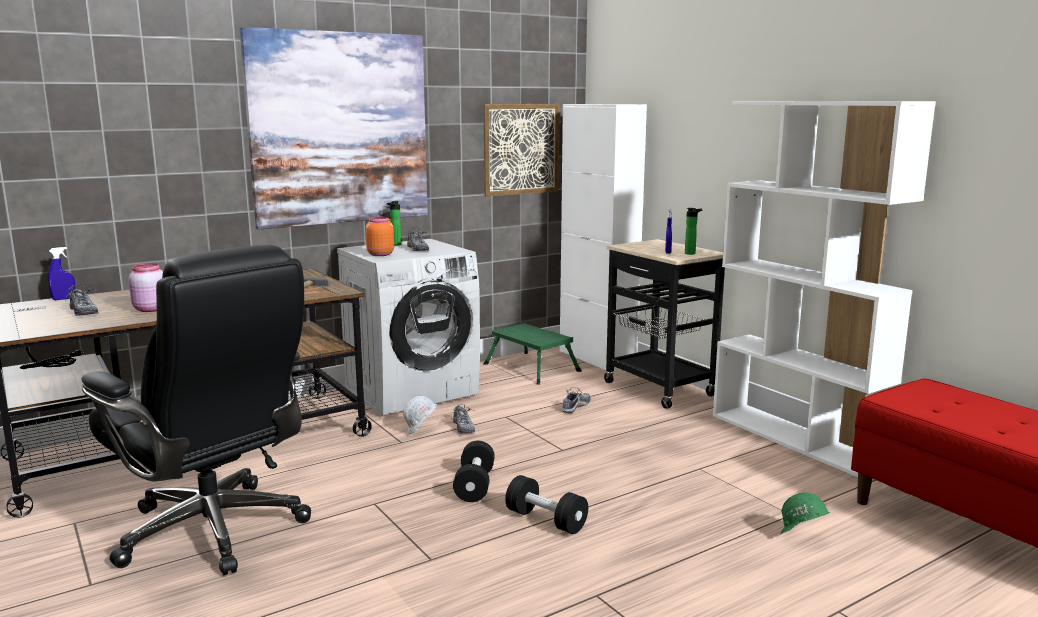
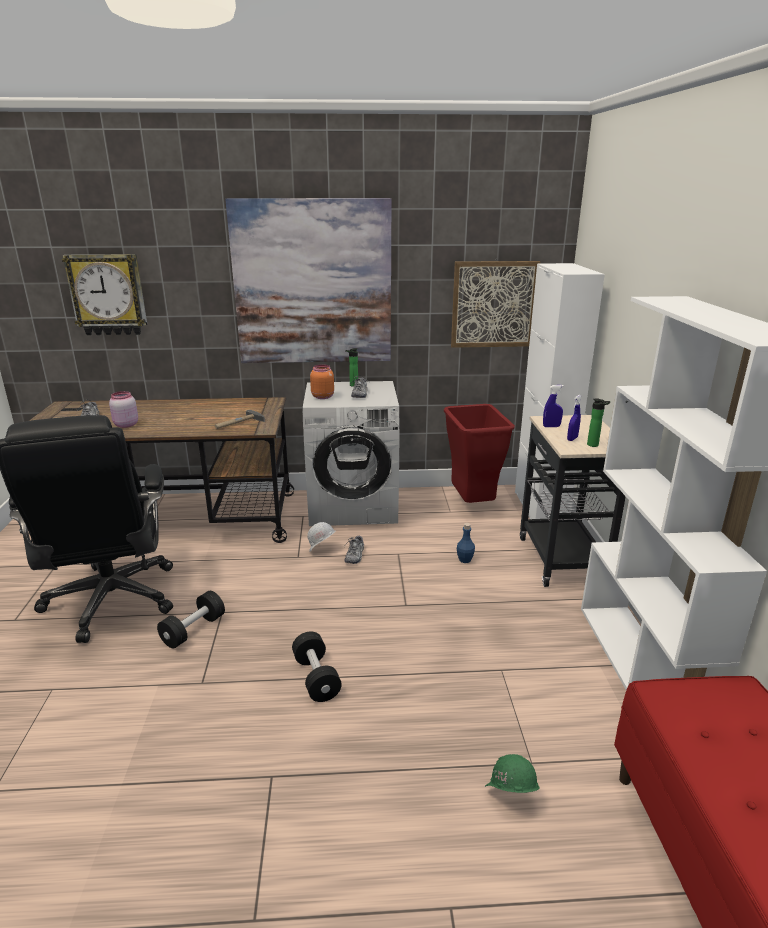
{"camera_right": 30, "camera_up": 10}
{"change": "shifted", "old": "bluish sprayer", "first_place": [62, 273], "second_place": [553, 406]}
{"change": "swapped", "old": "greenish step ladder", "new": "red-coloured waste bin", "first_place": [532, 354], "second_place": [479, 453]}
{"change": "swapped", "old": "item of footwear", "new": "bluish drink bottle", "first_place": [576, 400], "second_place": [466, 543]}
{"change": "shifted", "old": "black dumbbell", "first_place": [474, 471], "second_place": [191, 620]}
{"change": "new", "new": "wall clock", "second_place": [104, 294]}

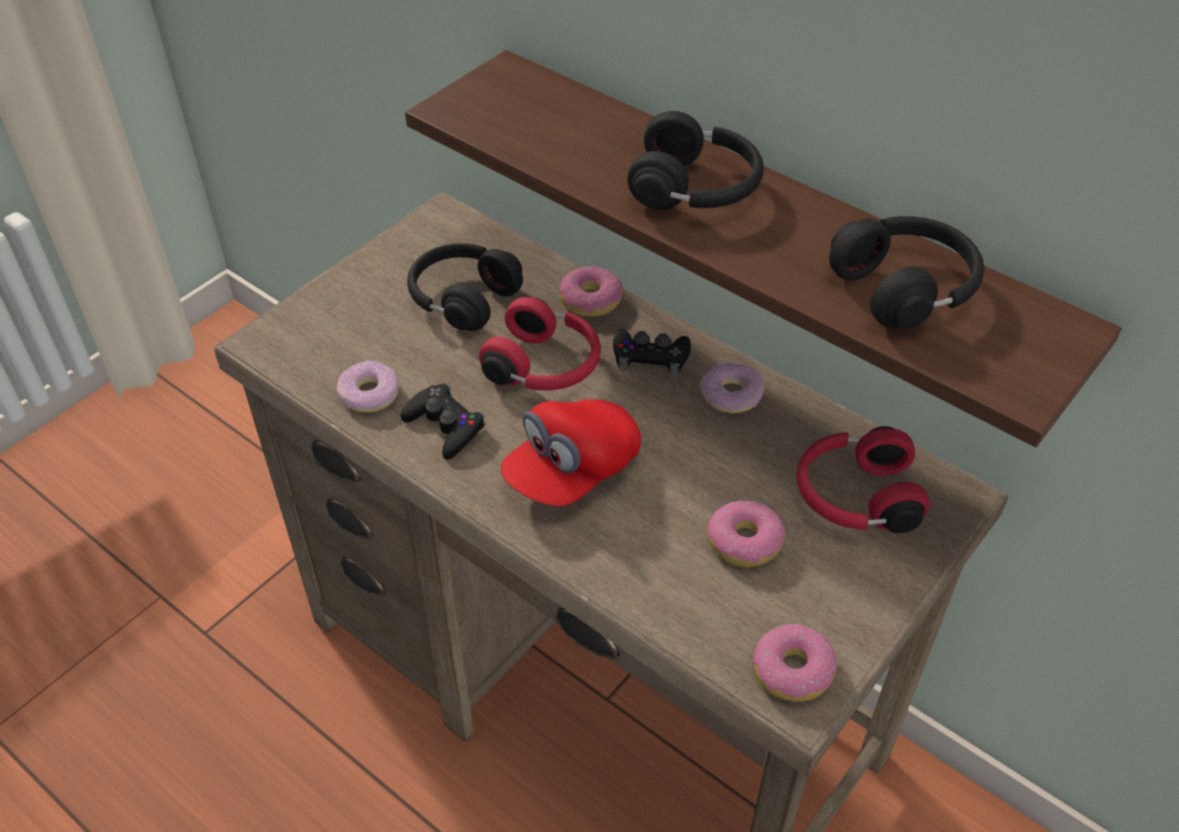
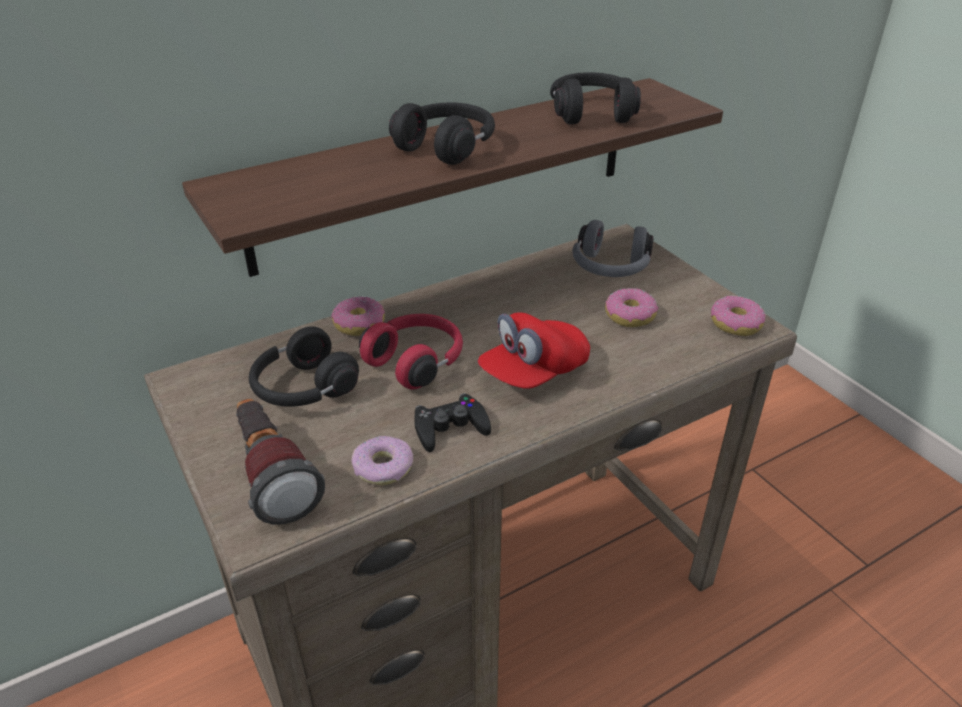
{"camera_right": -70, "camera_up": -10}
{"change": "gone", "old": "black game controller", "first_place": [652, 353]}
{"change": "gone", "old": "doughnut", "first_place": [732, 388]}
{"change": "rotated", "old": "red-coloured baseball cap", "first_place": [571, 452], "second_place": [534, 350], "degrees": 75}
{"change": "repainted", "old": "red-coloured headphones", "new": "greyish headphones", "first_place": [863, 479], "second_place": [613, 248]}
{"change": "new", "new": "hand torch", "second_place": [280, 461]}

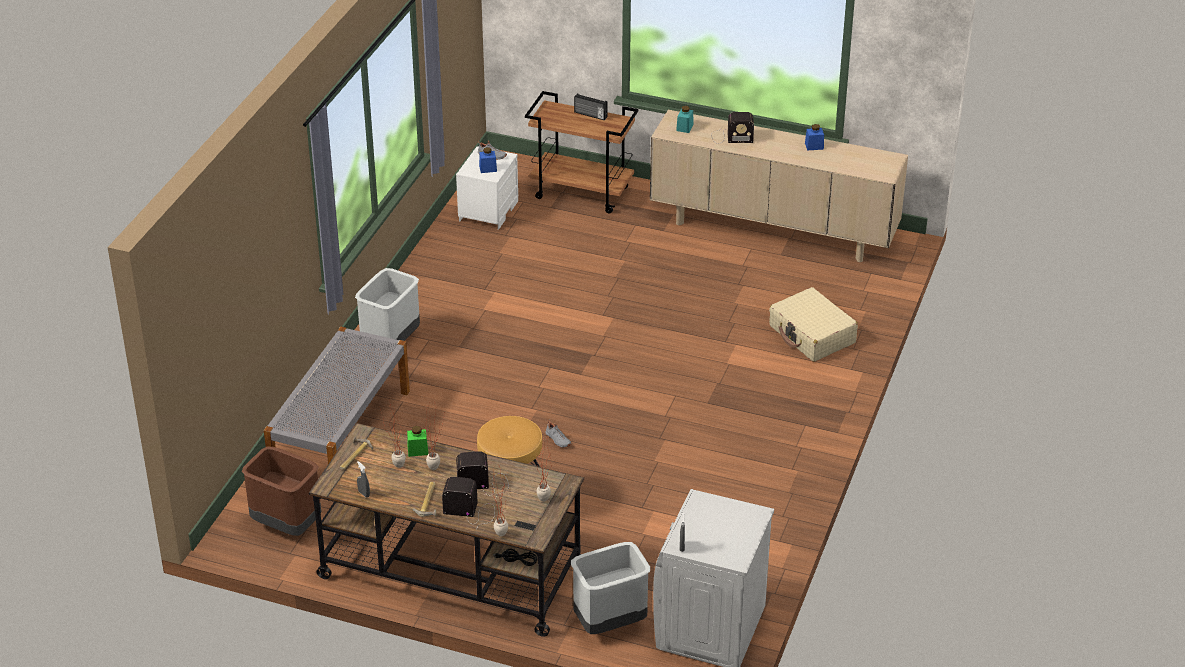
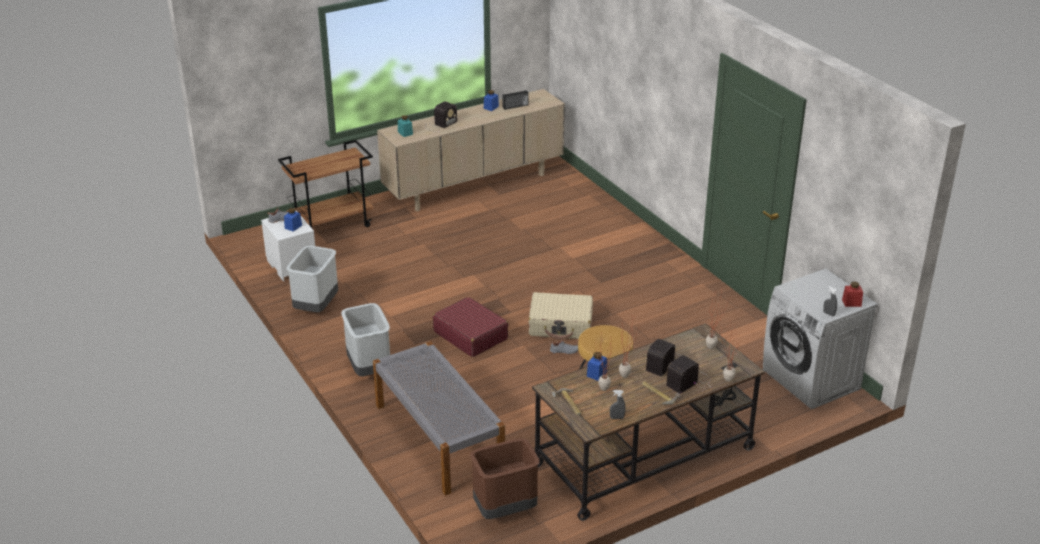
{"camera_right": -50, "camera_up": -5}
{"change": "shifted", "old": "radio", "first_place": [590, 106], "second_place": [515, 100]}
{"change": "shifted", "old": "beige-coloured piece of luggage", "first_place": [813, 324], "second_place": [560, 316]}
{"change": "repainted", "old": "greenish storage jar", "new": "bluish storage jar", "first_place": [417, 441], "second_place": [597, 366]}
{"change": "shifted", "old": "greyish waste bin", "first_place": [610, 588], "second_place": [312, 279]}
{"change": "new", "new": "red-coloured storage jar", "second_place": [852, 294]}
{"change": "new", "new": "red-coloured piece of luggage", "second_place": [471, 327]}

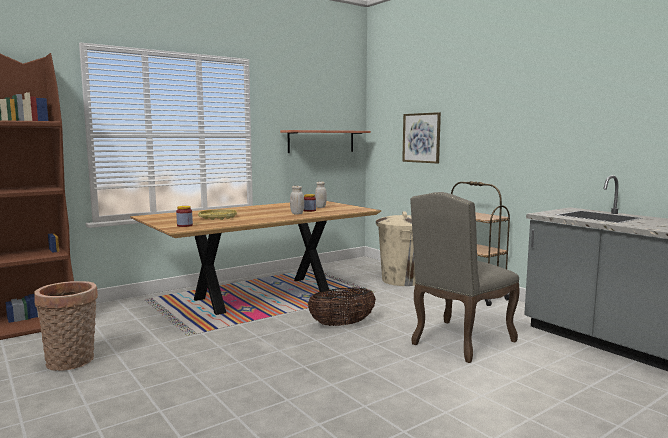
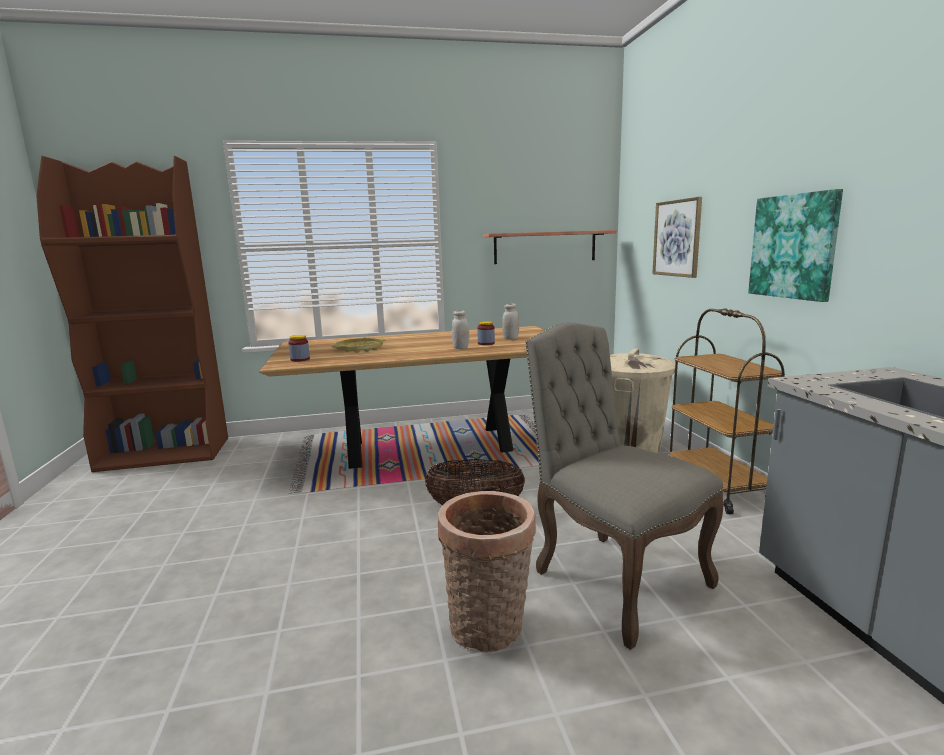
{"camera_right": 25, "camera_up": 5}
{"change": "rotated", "old": "greyish chair", "first_place": [464, 277], "second_place": [624, 486], "degrees": 75}
{"change": "shifted", "old": "basket", "first_place": [66, 326], "second_place": [487, 572]}
{"change": "new", "new": "wall art", "second_place": [795, 245]}

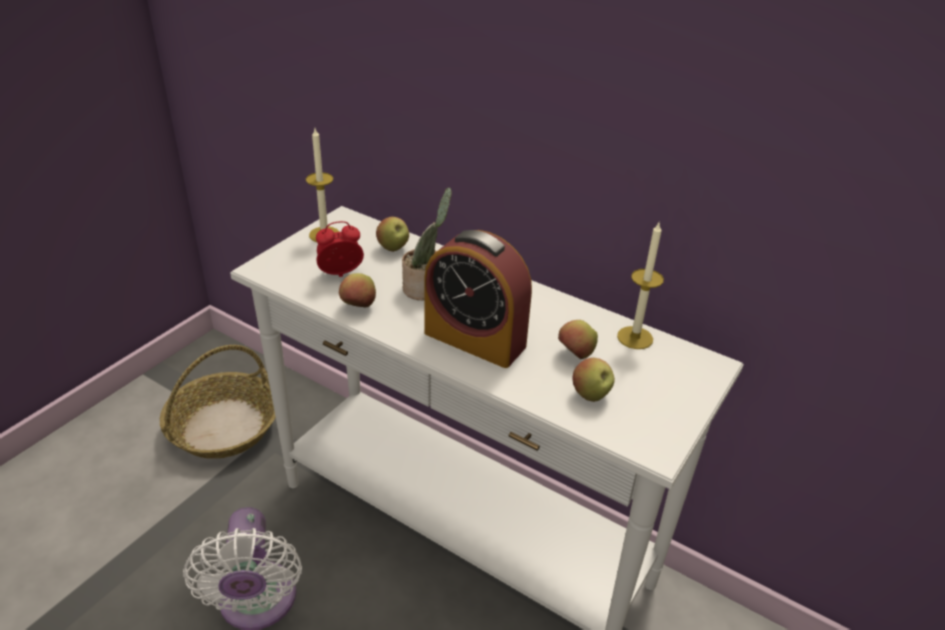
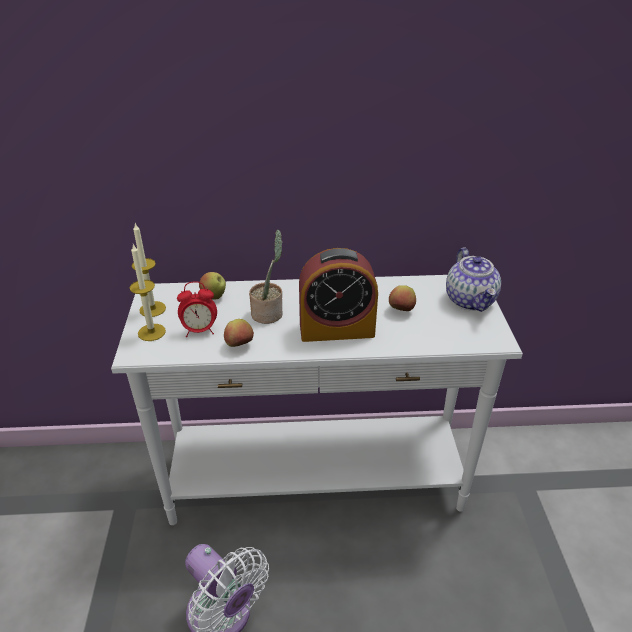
{"camera_right": -35, "camera_up": 0}
{"change": "rotated", "old": "table clock", "first_place": [340, 249], "second_place": [197, 309], "degrees": -135}
{"change": "shifted", "old": "candle", "first_place": [640, 286], "second_place": [148, 292]}
{"change": "gone", "old": "basket", "first_place": [218, 402]}
{"change": "gone", "old": "whole apple", "first_place": [593, 380]}
{"change": "new", "new": "teapot", "second_place": [473, 280]}

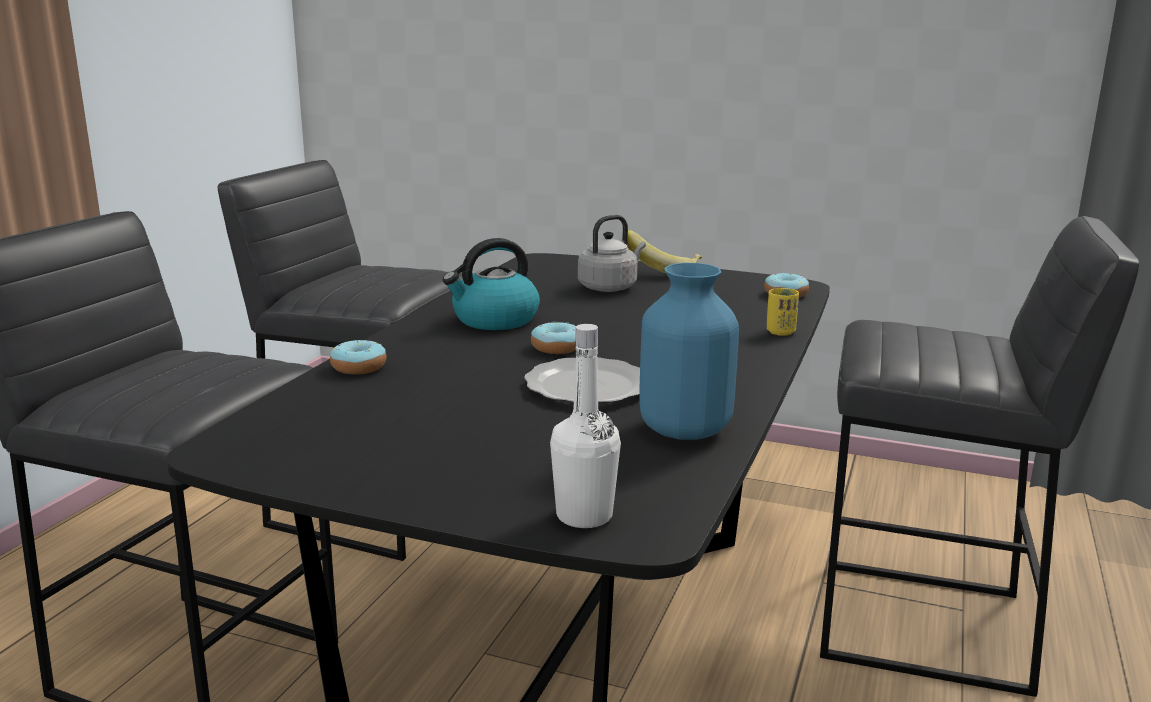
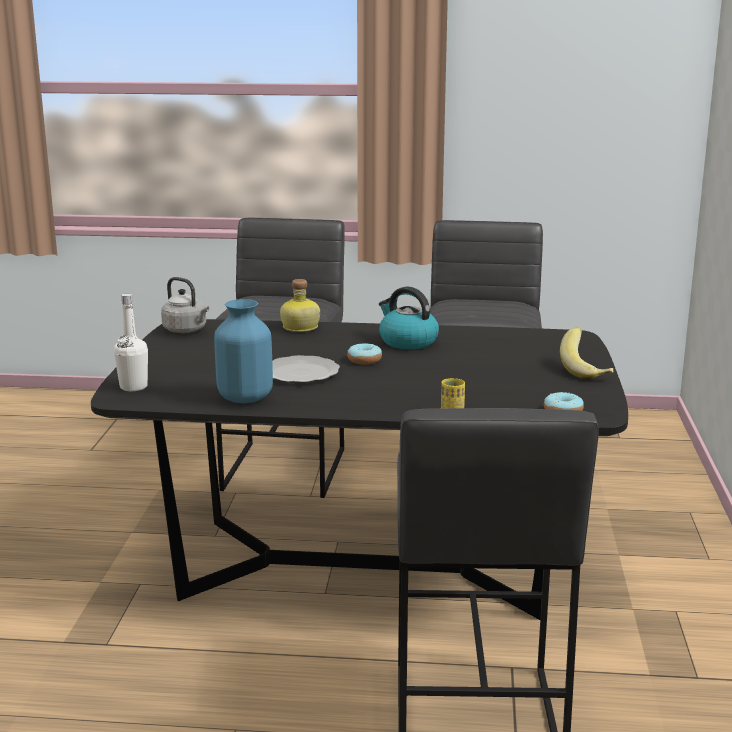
{"camera_right": 75, "camera_up": 0}
{"change": "shifted", "old": "greyish tea kettle", "first_place": [612, 253], "second_place": [185, 305]}
{"change": "swapped", "old": "doughnut", "new": "drink bottle", "first_place": [358, 357], "second_place": [300, 305]}

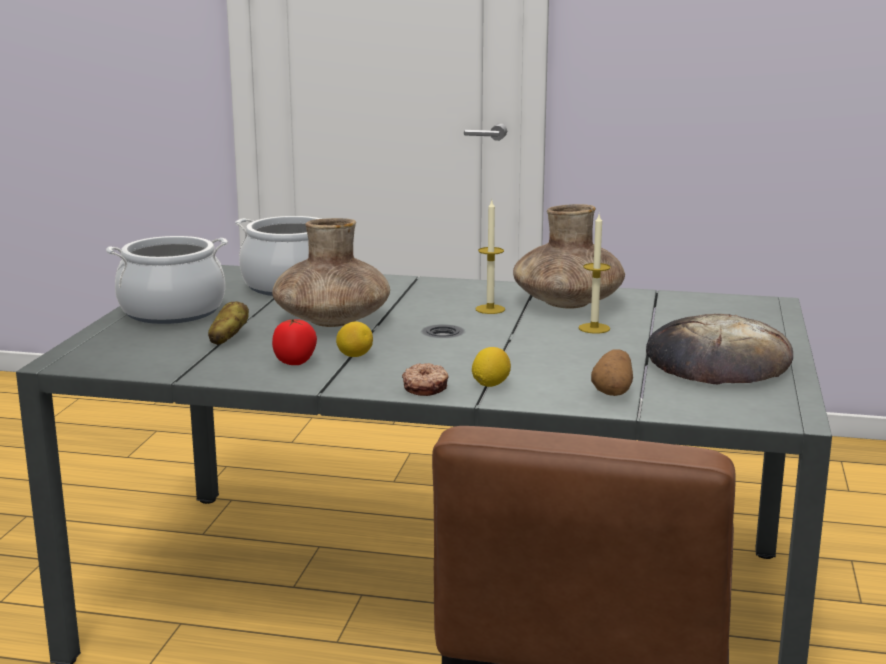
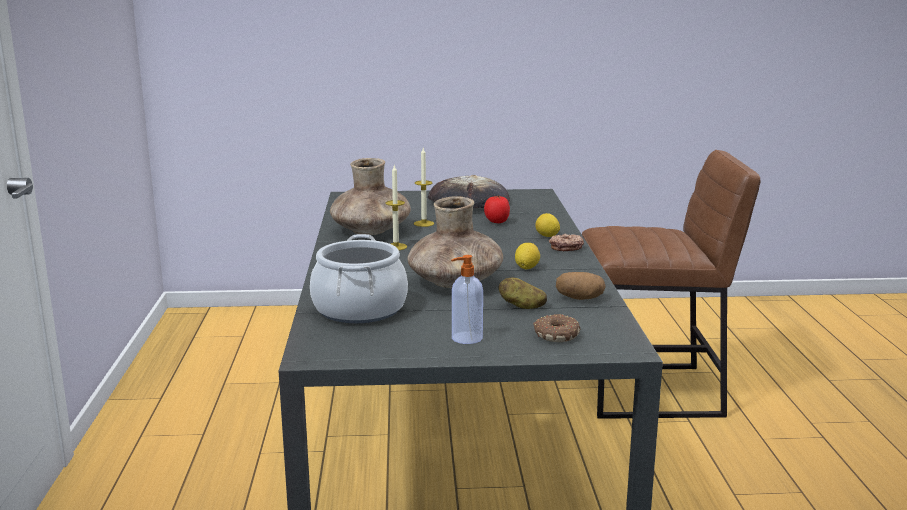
{"camera_right": -105, "camera_up": 0}
{"change": "swapped", "old": "cooking pot", "new": "soap bottle", "first_place": [167, 280], "second_place": [467, 299]}
{"change": "shifted", "old": "whole tomato", "first_place": [294, 342], "second_place": [497, 209]}
{"change": "shifted", "old": "potato", "first_place": [612, 372], "second_place": [581, 286]}
{"change": "new", "new": "doughnut", "second_place": [557, 328]}

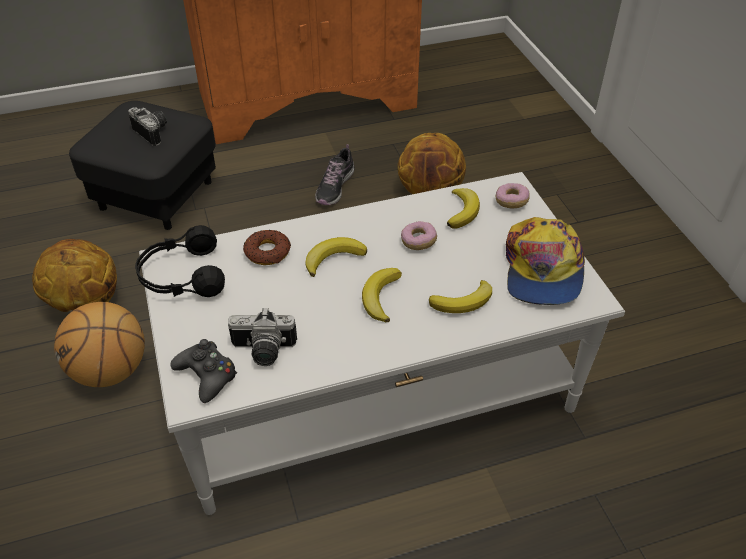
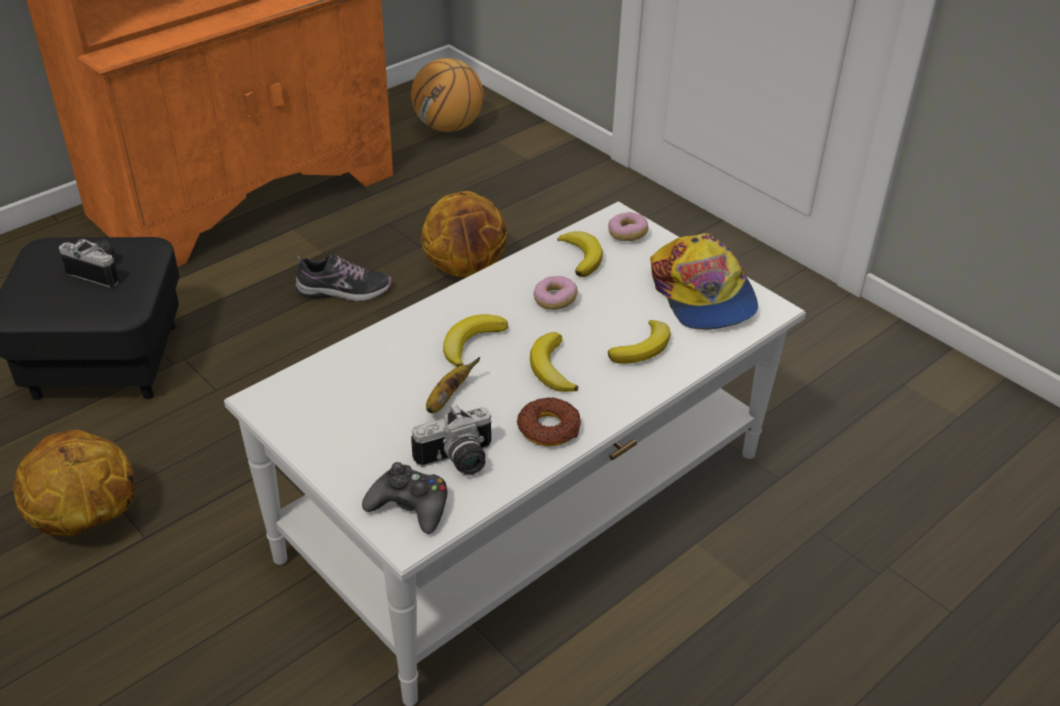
{"camera_right": -25, "camera_up": -5}
{"change": "rotated", "old": "item of footwear", "first_place": [335, 174], "second_place": [344, 277], "degrees": -90}
{"change": "gone", "old": "black headphones", "first_place": [180, 261]}
{"change": "shifted", "old": "doughnut", "first_place": [267, 247], "second_place": [549, 422]}
{"change": "shifted", "old": "basketball ball", "first_place": [99, 344], "second_place": [447, 95]}
{"change": "new", "new": "whole banana", "second_place": [453, 385]}

